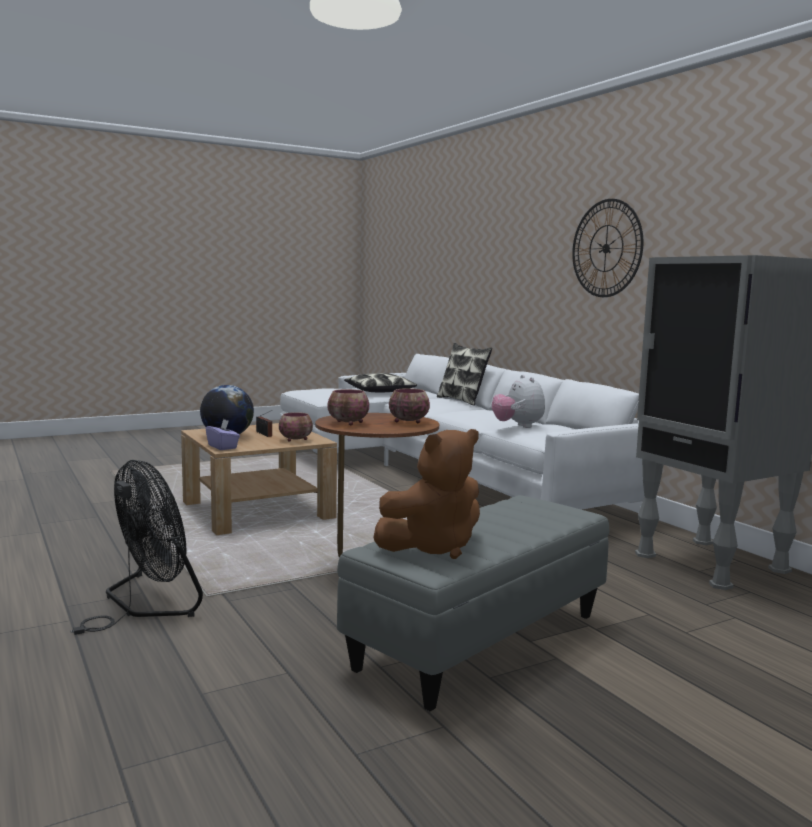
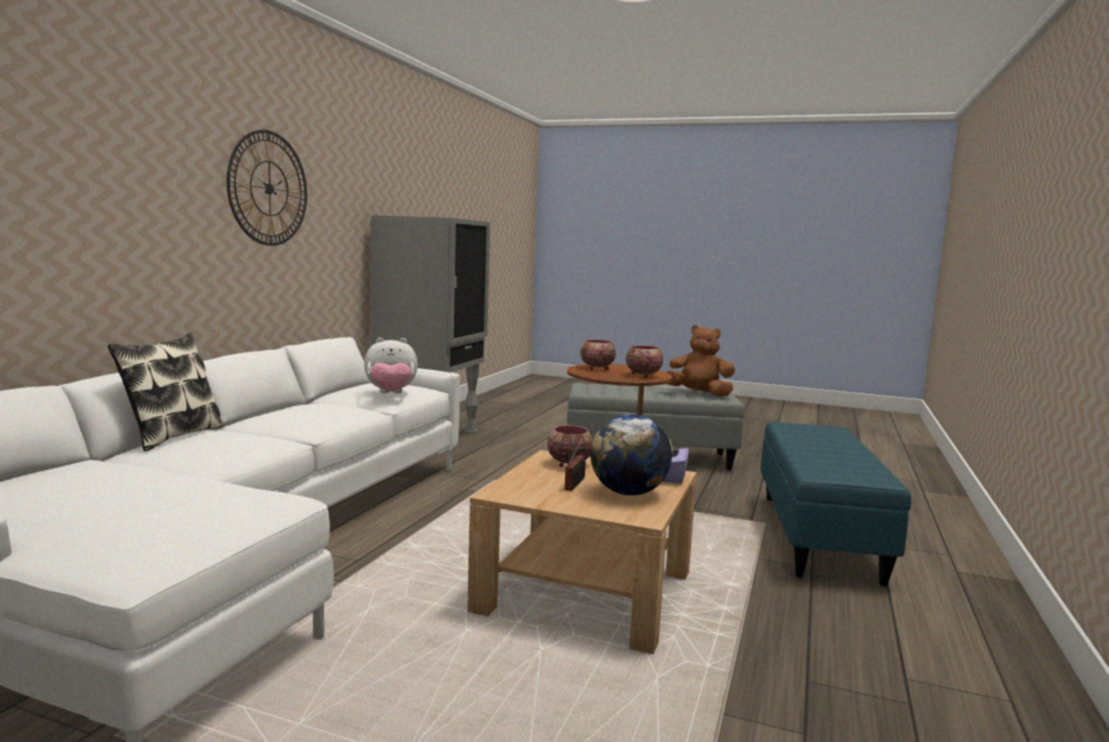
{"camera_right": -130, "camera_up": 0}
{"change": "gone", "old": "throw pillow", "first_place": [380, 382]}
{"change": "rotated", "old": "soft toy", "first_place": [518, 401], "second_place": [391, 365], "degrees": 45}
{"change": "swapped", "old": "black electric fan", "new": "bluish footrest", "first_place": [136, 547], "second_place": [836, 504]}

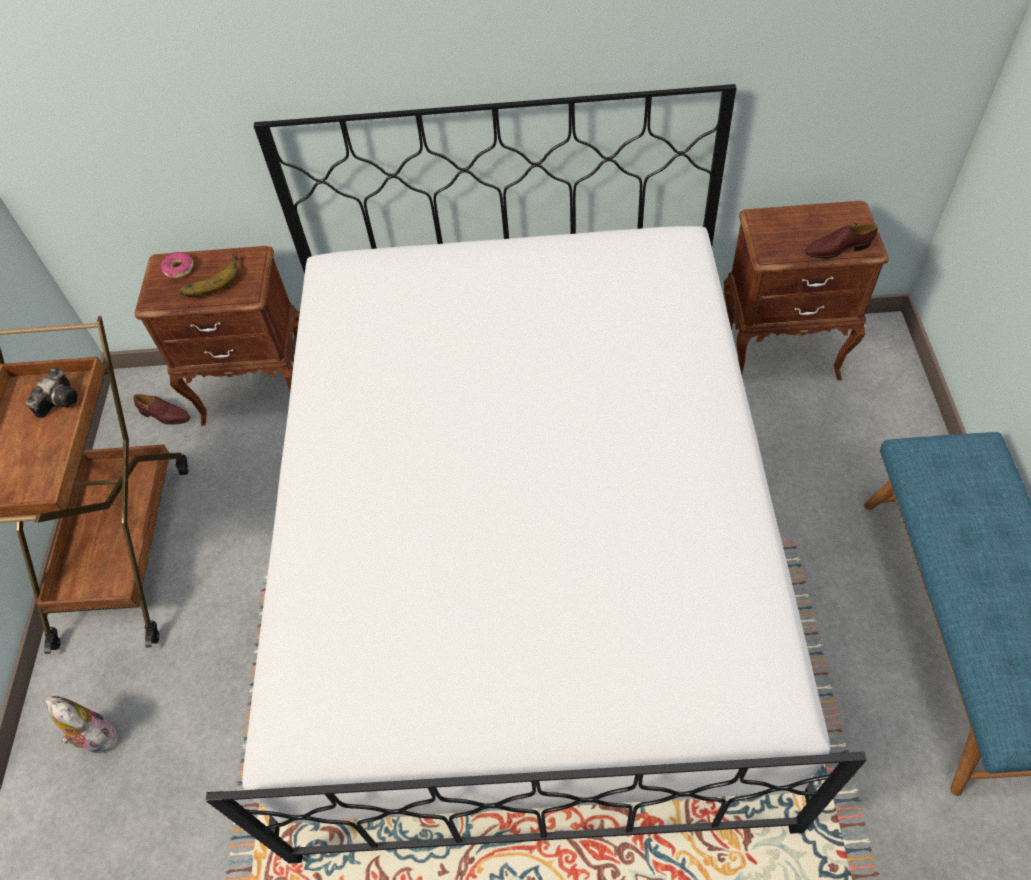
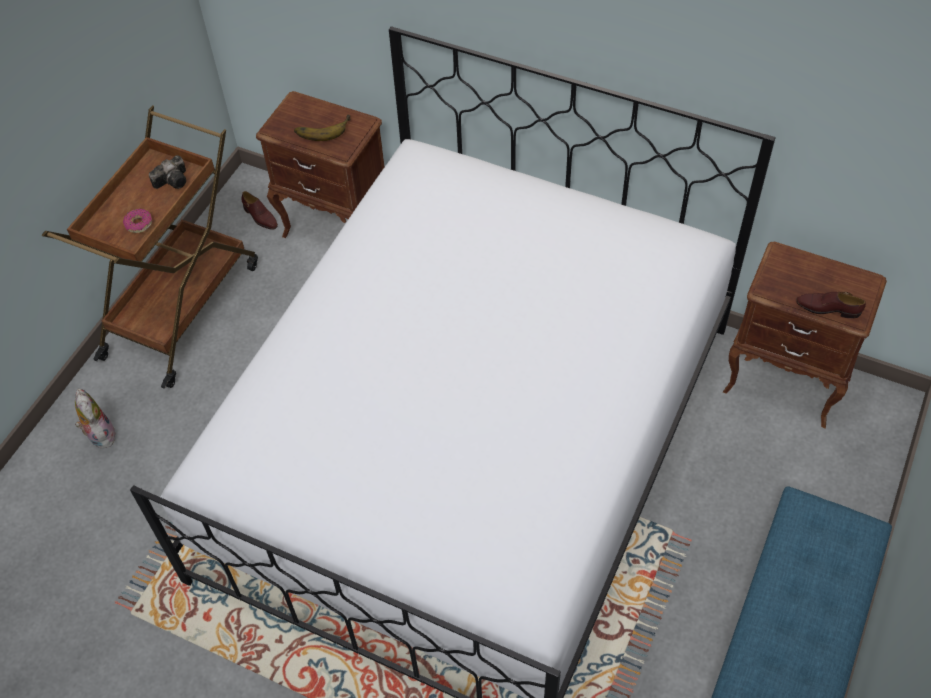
{"camera_right": 25, "camera_up": 0}
{"change": "shifted", "old": "doughnut", "first_place": [177, 265], "second_place": [137, 221]}

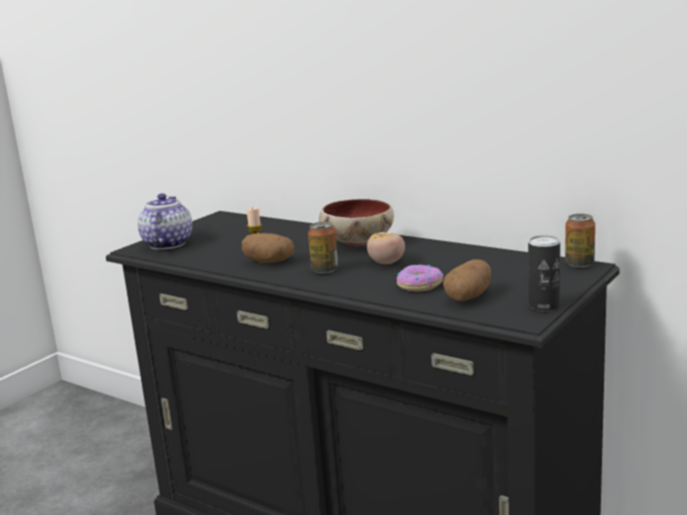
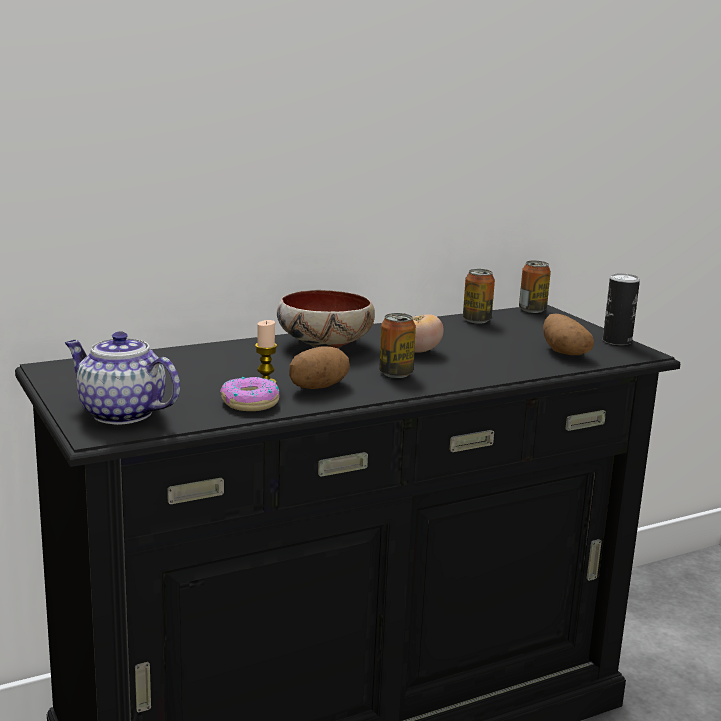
{"camera_right": -65, "camera_up": 0}
{"change": "shifted", "old": "doughnut", "first_place": [420, 278], "second_place": [250, 394]}
{"change": "new", "new": "sealed can", "second_place": [479, 296]}

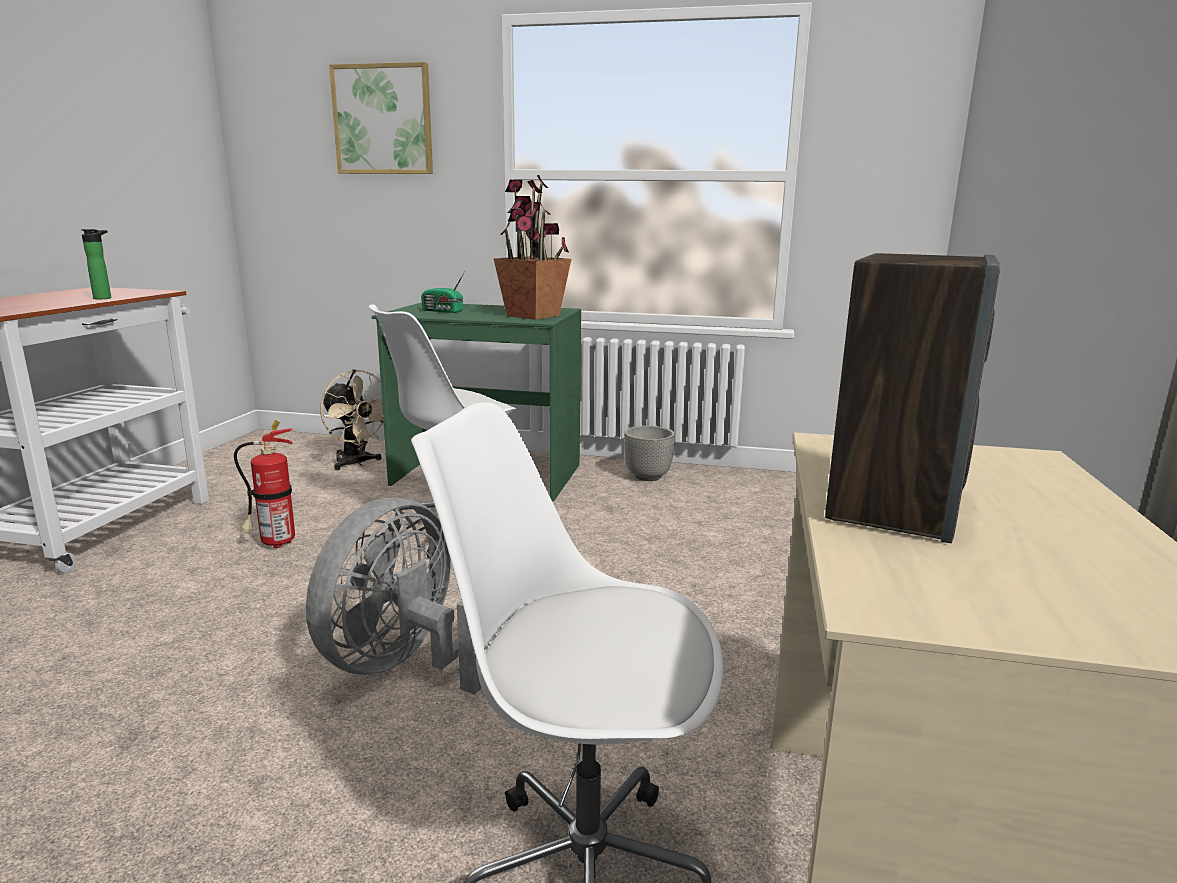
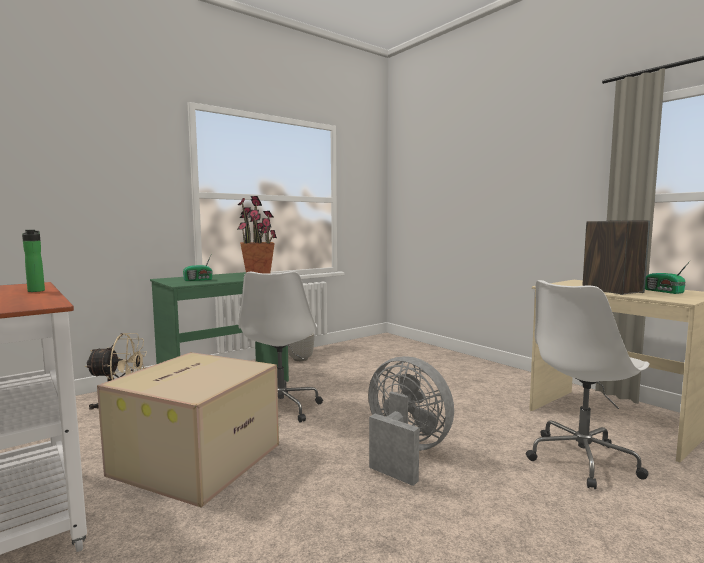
{"camera_right": -50, "camera_up": -10}
{"change": "gone", "old": "wall art", "first_place": [381, 118]}
{"change": "swapped", "old": "extinguisher", "new": "carton", "first_place": [264, 484], "second_place": [188, 430]}
{"change": "rotated", "old": "greyish electric fan", "first_place": [394, 596], "second_place": [411, 421], "degrees": 150}
{"change": "new", "new": "radio", "second_place": [668, 277]}

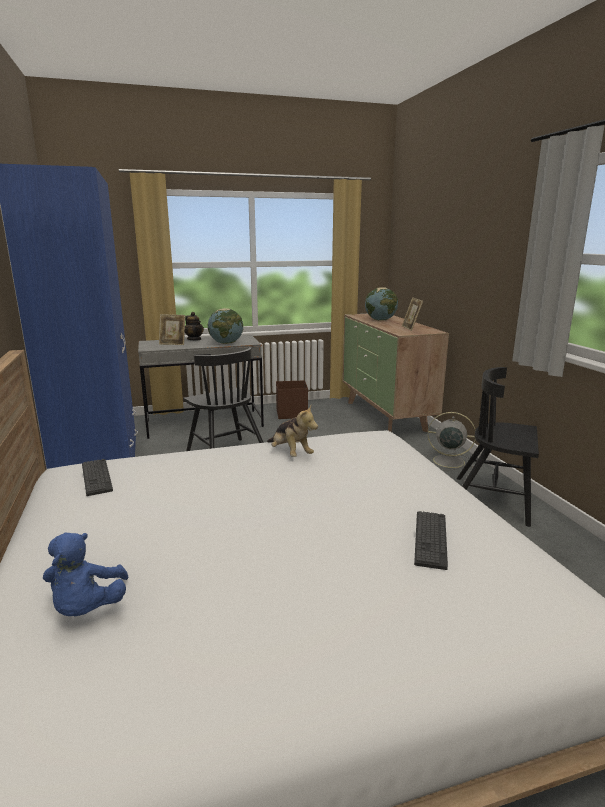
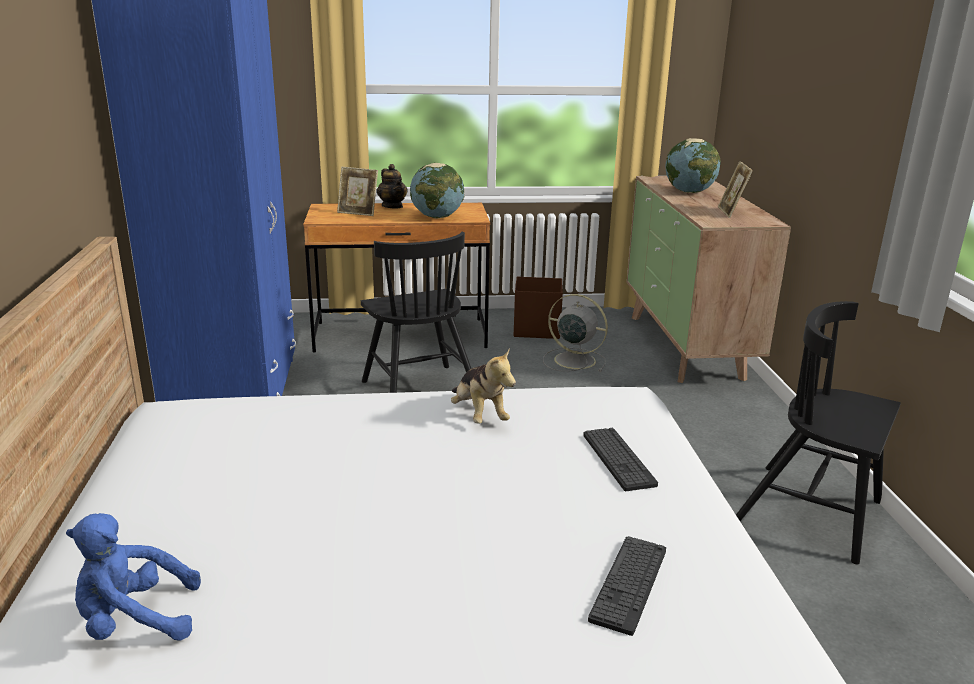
{"camera_right": 10, "camera_up": 5}
{"change": "repainted", "old": "greyish desk unit", "new": "brownish desk unit", "first_place": [201, 387], "second_place": [396, 278]}
{"change": "shifted", "old": "greyish electric fan", "first_place": [451, 441], "second_place": [575, 332]}
{"change": "shifted", "old": "PC keyboard", "first_place": [97, 477], "second_place": [620, 459]}
{"change": "rotated", "old": "bluish soft toy", "first_place": [86, 574], "second_place": [133, 576], "degrees": 75}

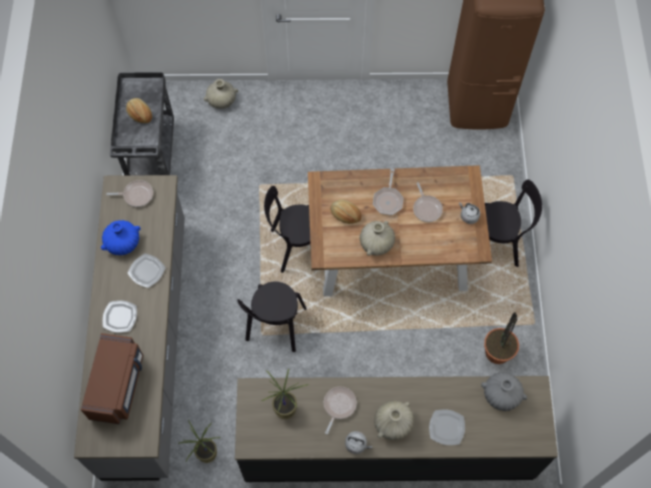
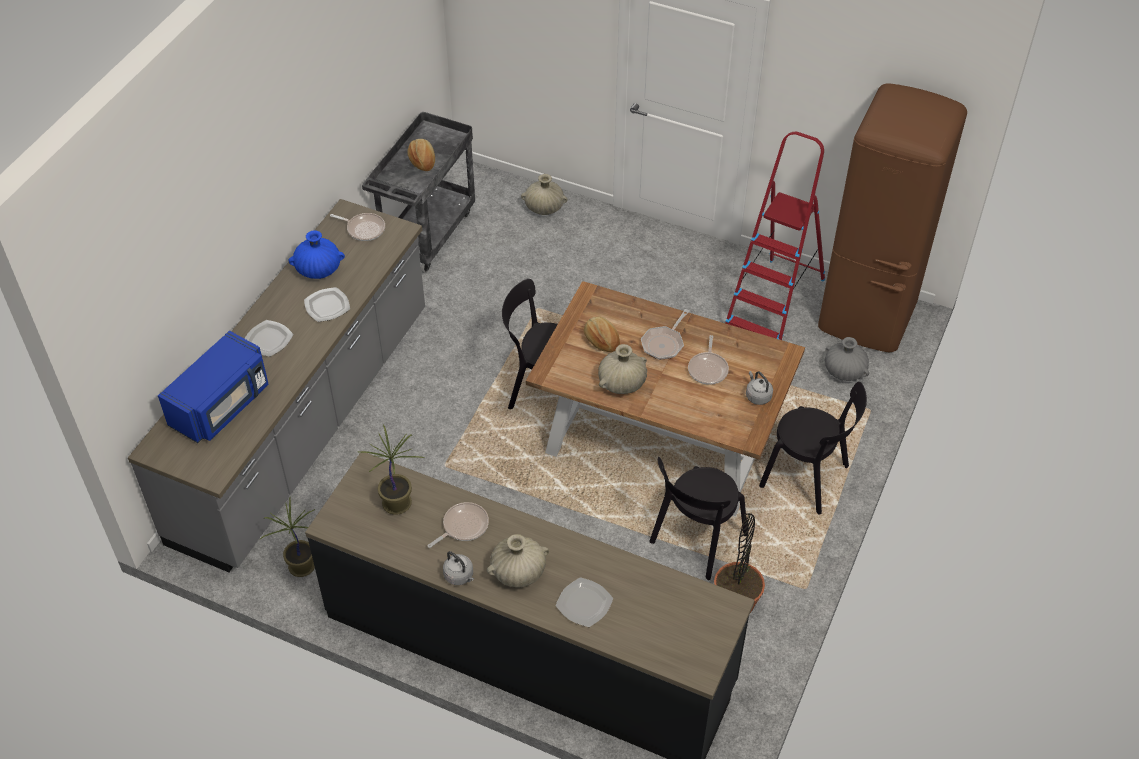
{"camera_right": 25, "camera_up": -15}
{"change": "shifted", "old": "black chair", "first_place": [272, 316], "second_place": [698, 518]}
{"change": "repainted", "old": "brownish microwave oven", "new": "bluish microwave oven", "first_place": [112, 378], "second_place": [213, 387]}
{"change": "shifted", "old": "greyish flower vase", "first_place": [504, 391], "second_place": [847, 359]}
{"change": "new", "new": "red-coloured step ladder", "second_place": [775, 236]}

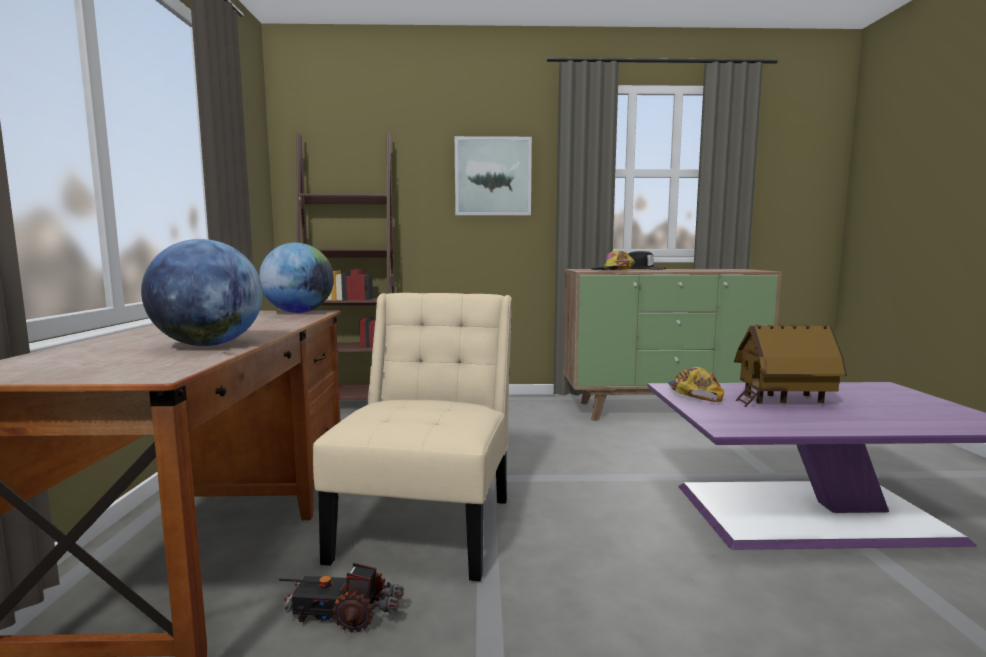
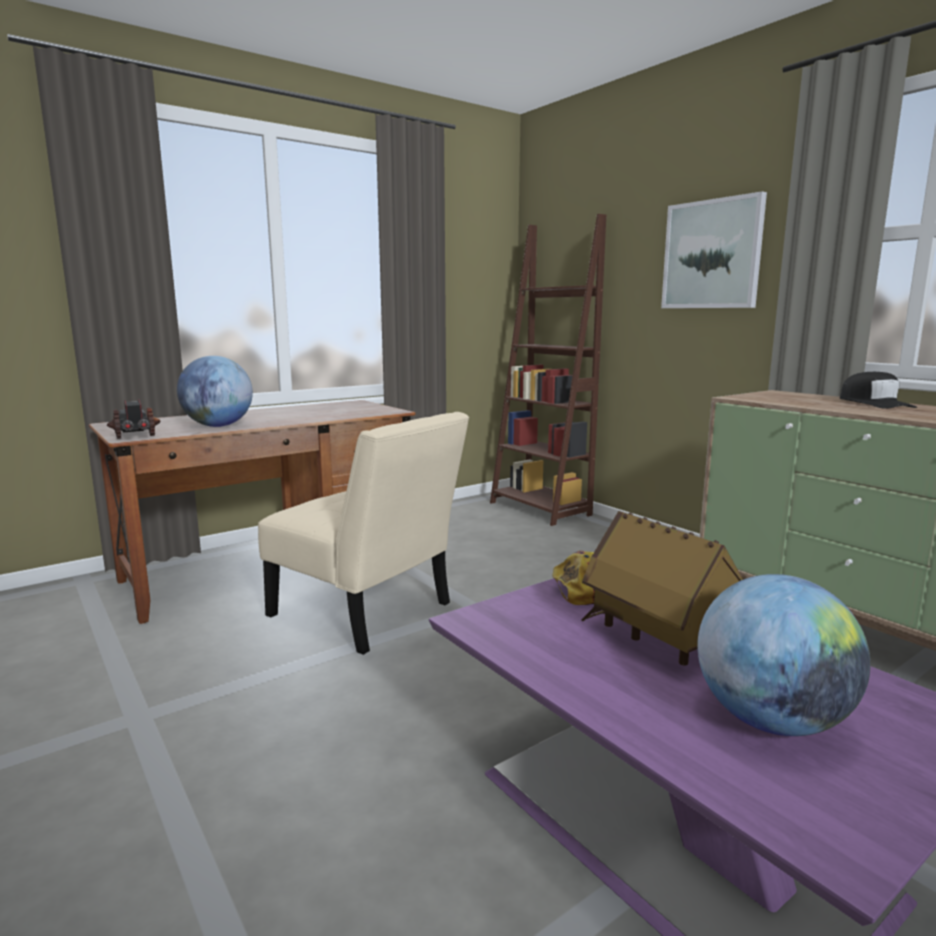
{"camera_right": 55, "camera_up": 5}
{"change": "shifted", "old": "globe", "first_place": [296, 278], "second_place": [783, 655]}
{"change": "gone", "old": "baseball cap", "first_place": [613, 260]}
{"change": "rotated", "old": "beige-coloured chair", "first_place": [412, 437], "second_place": [363, 533], "degrees": 60}
{"change": "shifted", "old": "toy truck", "first_place": [341, 597], "second_place": [134, 419]}

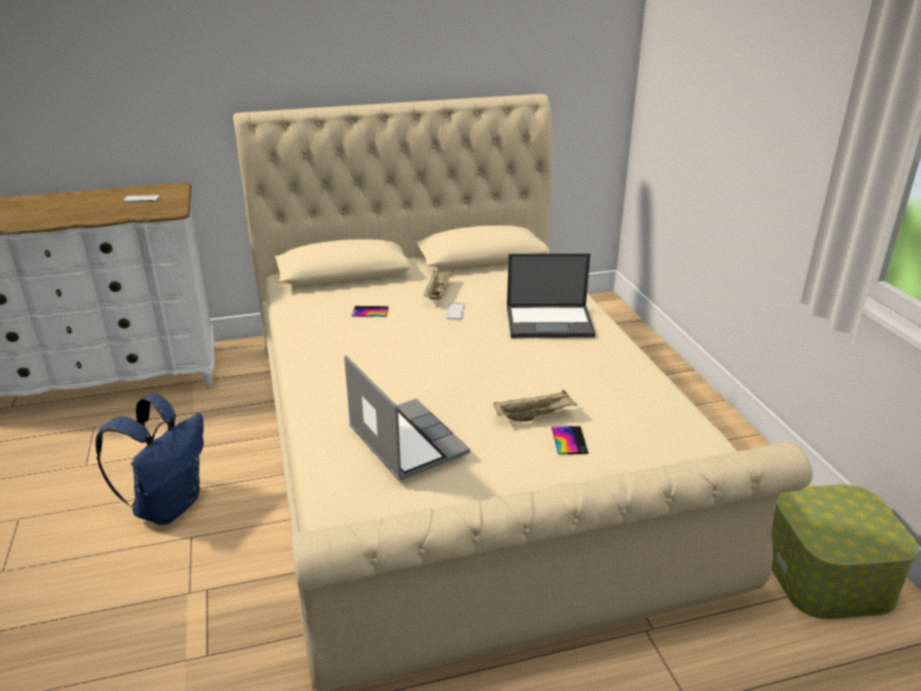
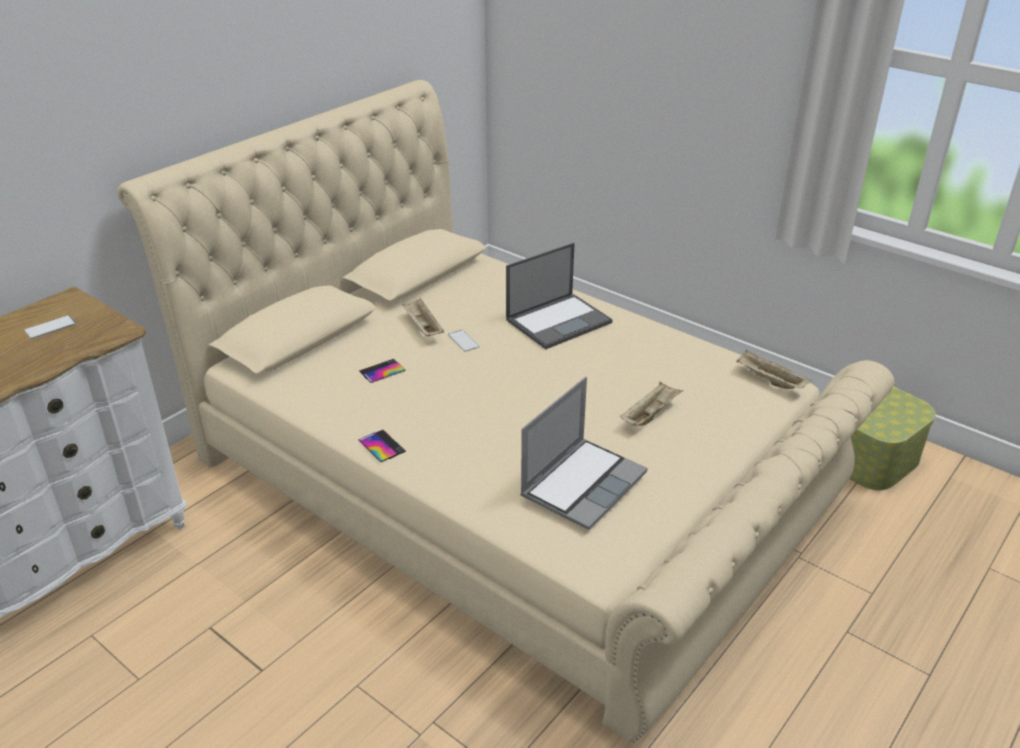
{"camera_right": -35, "camera_up": 5}
{"change": "rotated", "old": "laptop", "first_place": [407, 418], "second_place": [584, 453], "degrees": 105}
{"change": "gone", "old": "bluish knapsack", "first_place": [149, 459]}
{"change": "shifted", "old": "telephone", "first_place": [570, 440], "second_place": [382, 446]}
{"change": "new", "new": "beige-coloured carrying tray", "second_place": [773, 369]}

